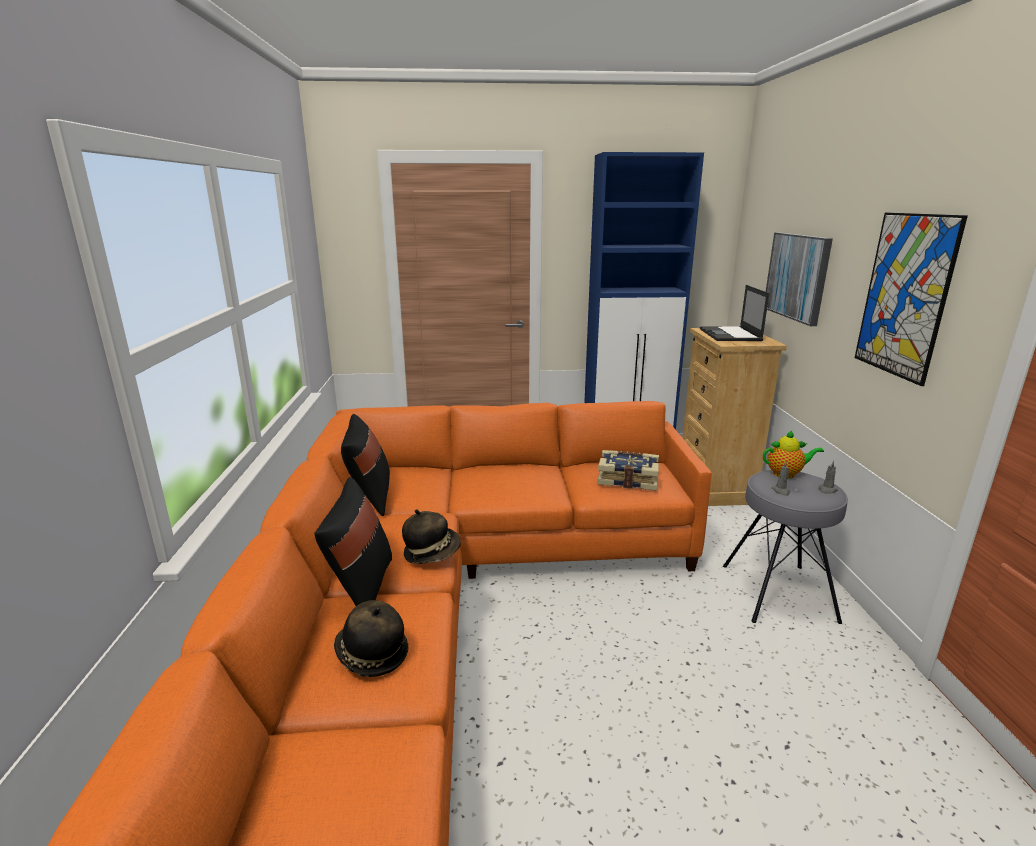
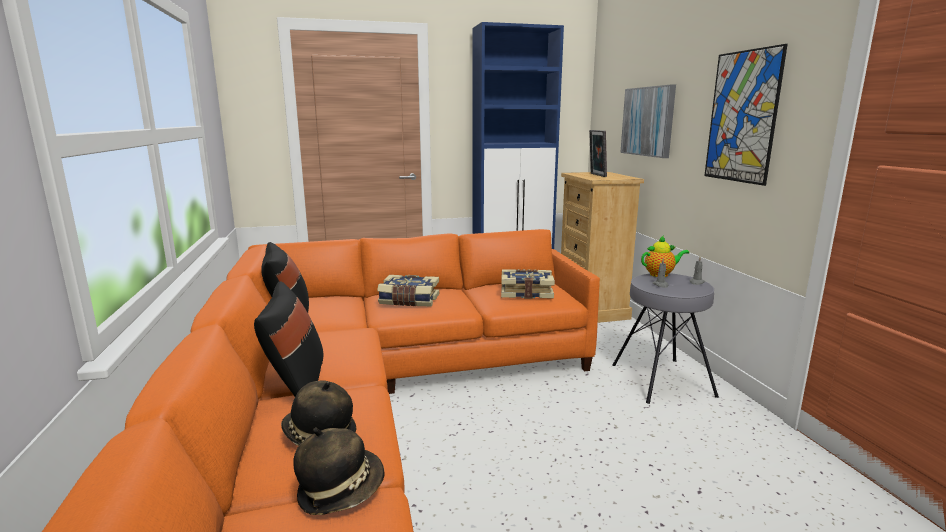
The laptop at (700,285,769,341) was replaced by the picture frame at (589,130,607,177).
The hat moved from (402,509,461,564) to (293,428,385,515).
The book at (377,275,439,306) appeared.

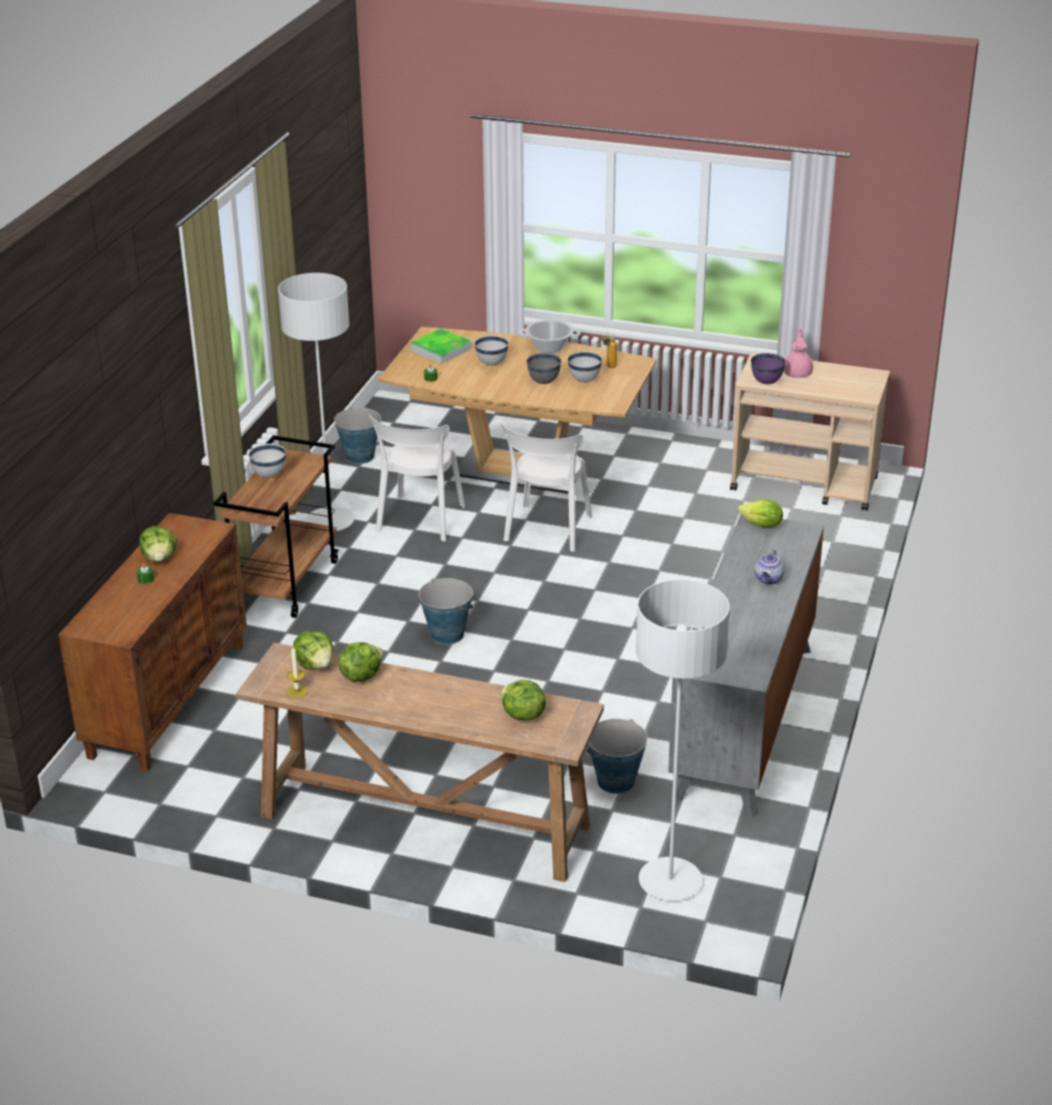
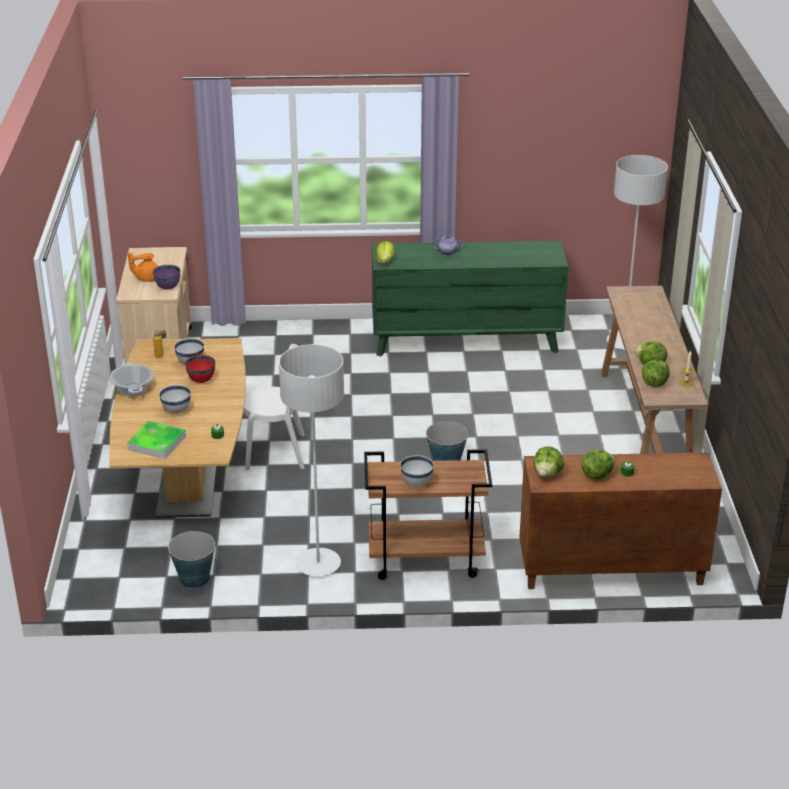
The pink teapot at (784,328,813,378) became the orange teapot at (128,252,158,282).
The grey bowl at (527,353,561,384) became the red bowl at (185,355,215,383).
The white chair at (369,415,465,541) disappeared.
The grey dresser at (668,514,824,817) became the green dresser at (372,241,568,357).
The lettuce moved from (501,680,546,720) to (534,447,564,477).
The bucket at (587,719,648,794) disappeared.

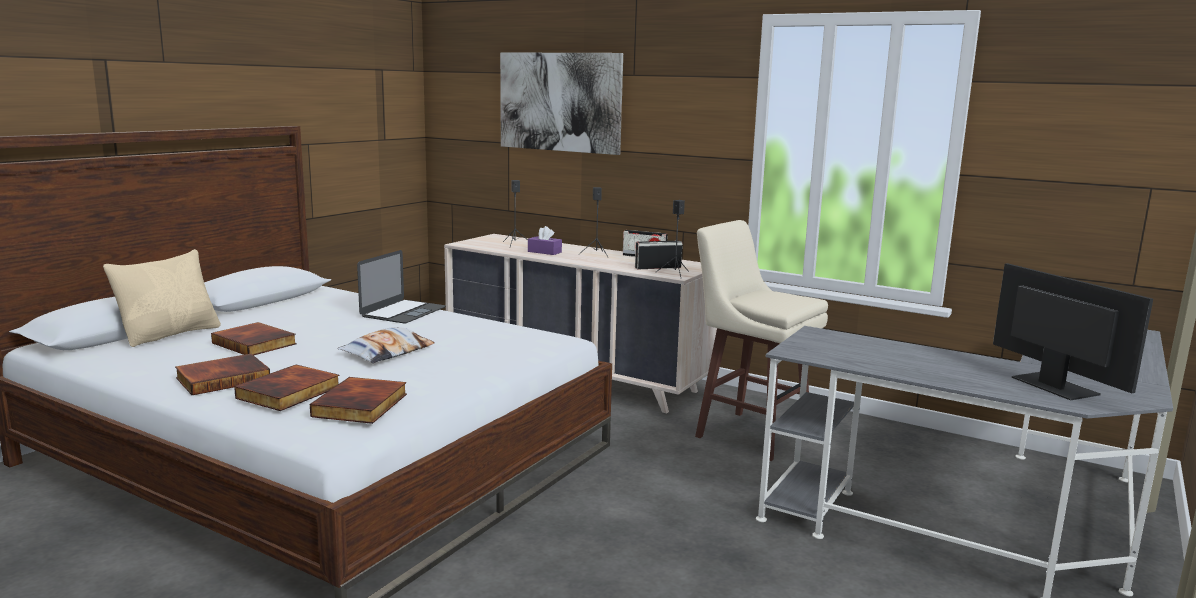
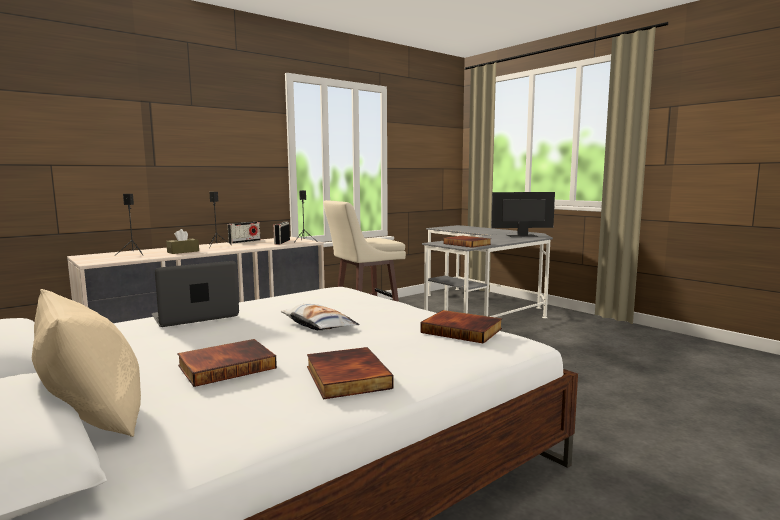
The picture at (500,52,623,155) disappeared.
The purple tissue box at (528,226,562,255) became the brown tissue box at (166,229,199,254).
The laptop at (357,250,446,323) turned 75 degrees counterclockwise.
The book moved from (234,365,340,411) to (443,236,491,248).

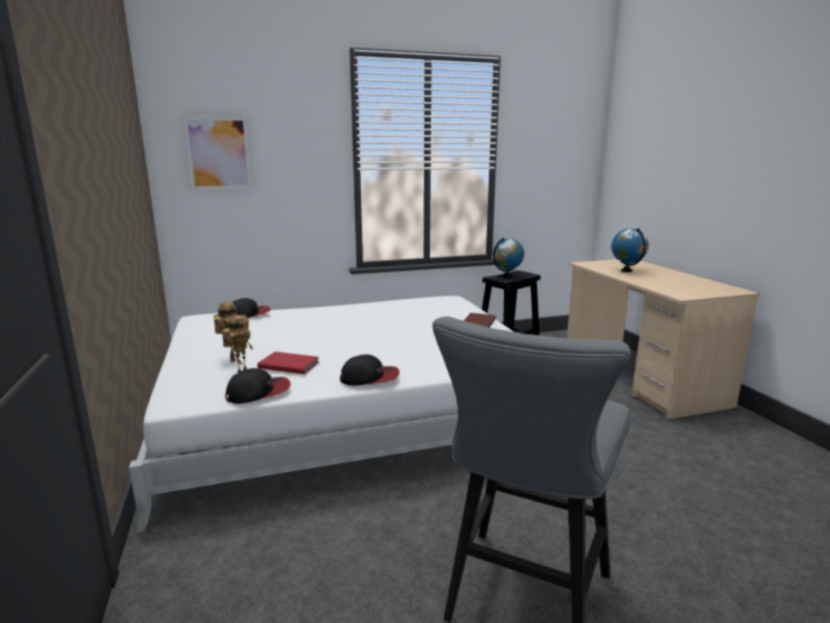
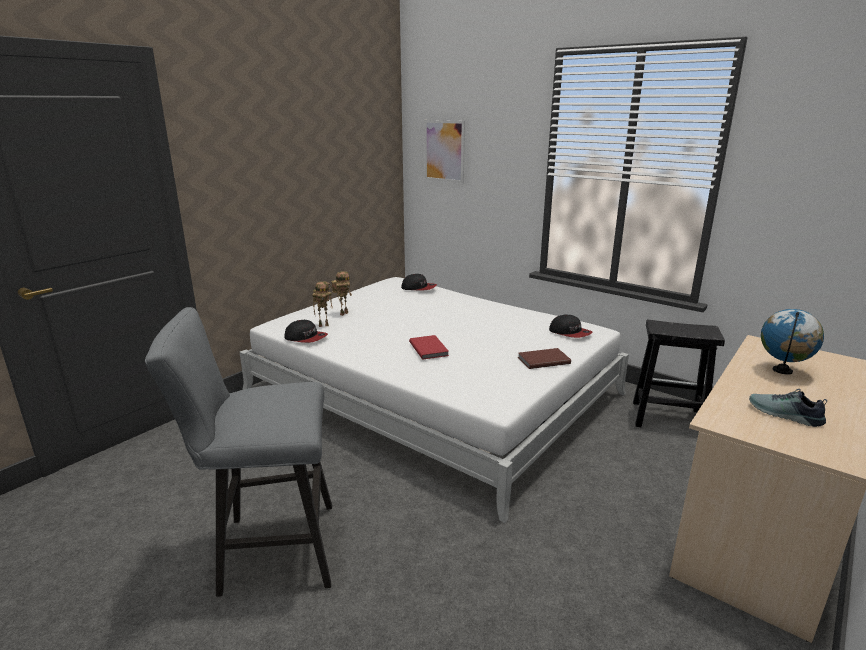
The globe at (493,238,524,278) disappeared.
The red book moved from (257,352,319,374) to (409,335,449,360).
The cap moved from (340,355,399,386) to (549,315,593,338).
The shoe at (749,389,827,427) appeared.

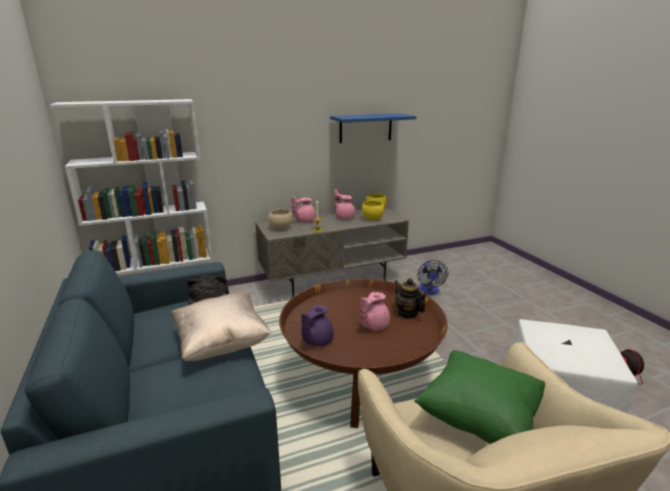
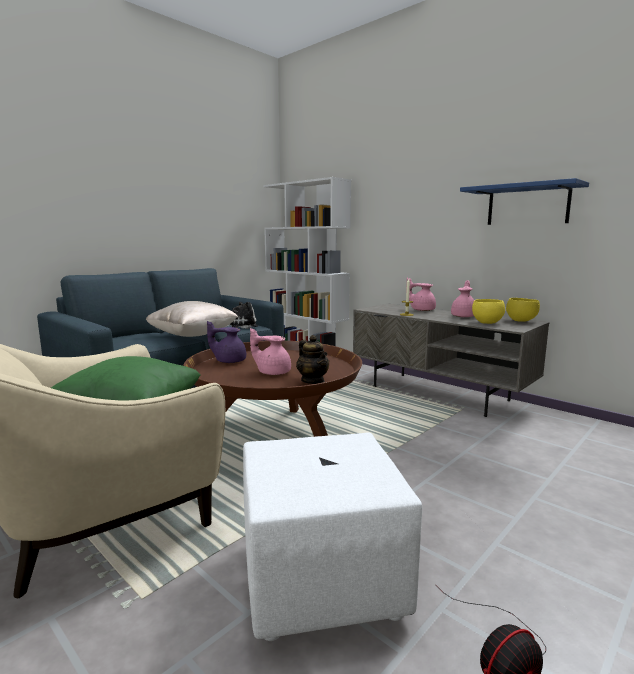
The beige bowl at (268,209,292,230) disappeared.
The fan at (417,260,448,295) disappeared.
The teapot at (395,278,426,318) turned 120 degrees clockwise.

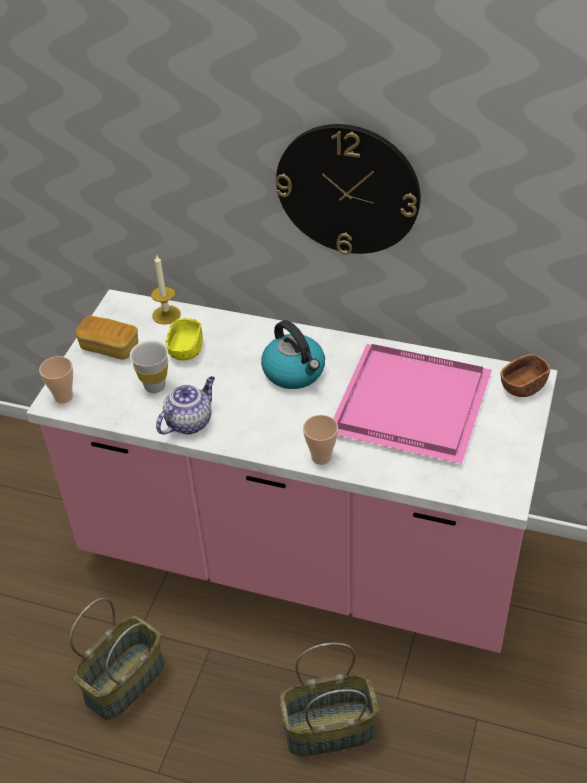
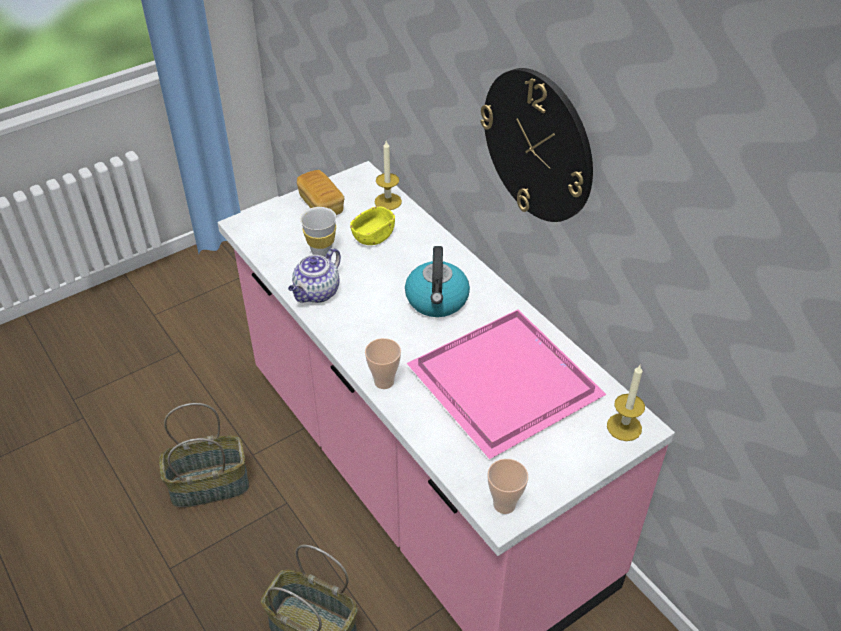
The brown bowl at (500,354,550,397) was replaced by the candle at (607,365,645,441).
The cup moved from (39,356,73,404) to (488,459,528,514).
The teapot at (156,376,215,435) turned 135 degrees clockwise.

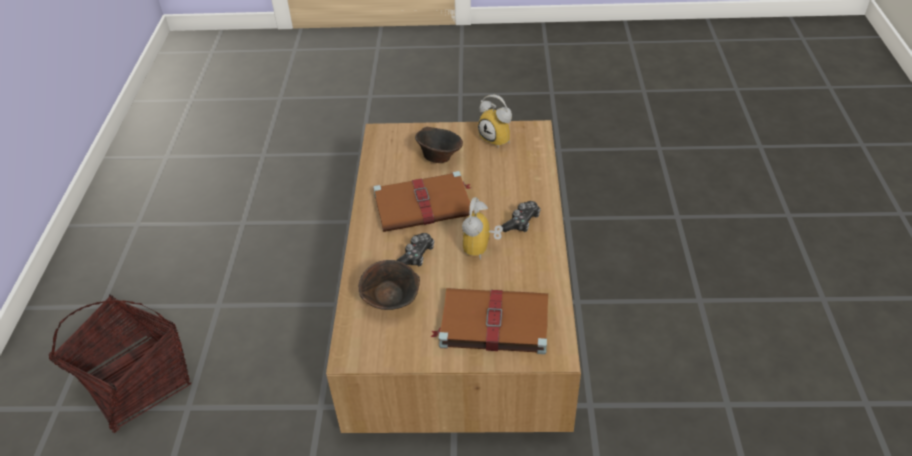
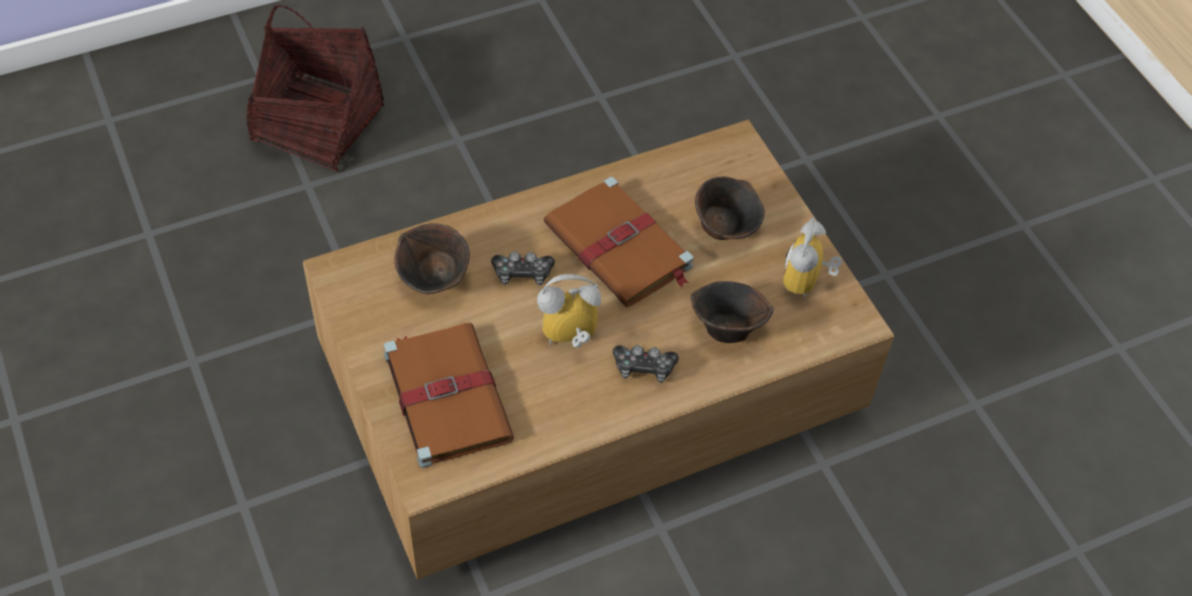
The brown bowl at (690,281,774,343) appeared.

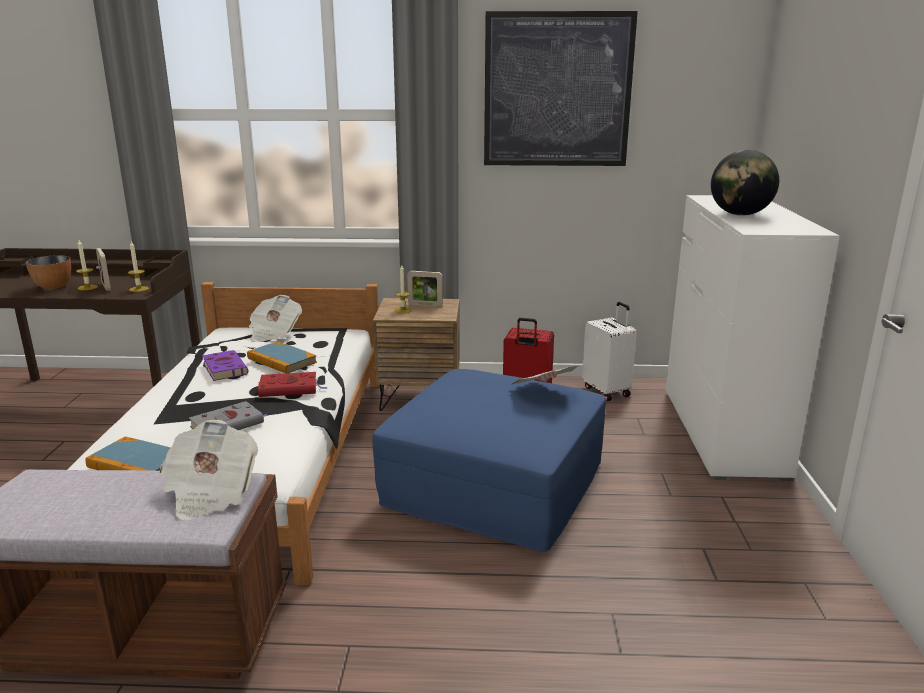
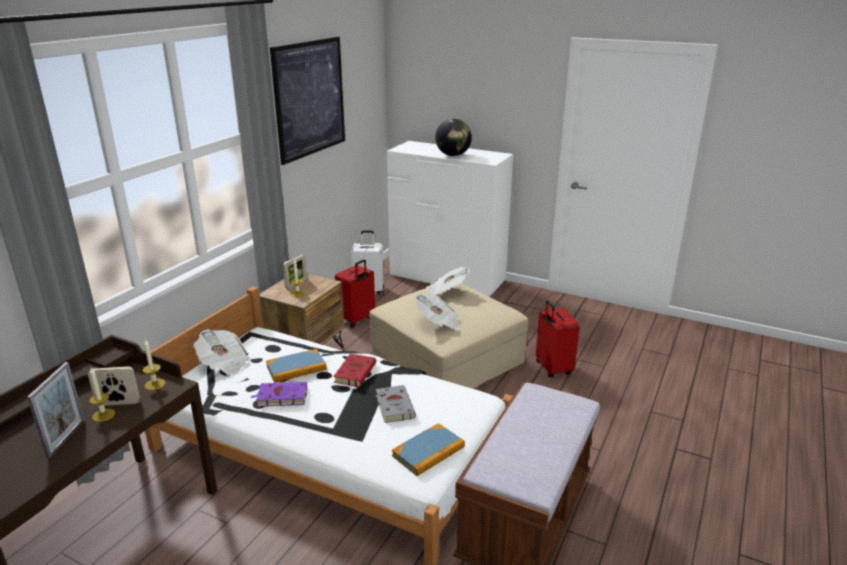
The bowl at (26,255,71,289) was replaced by the picture frame at (27,362,84,458).
The blue ottoman at (372,369,606,552) became the beige ottoman at (369,283,528,389).
The newspaper moved from (160,420,258,520) to (416,294,459,330).
The red suitcase at (536,300,580,377) appeared.

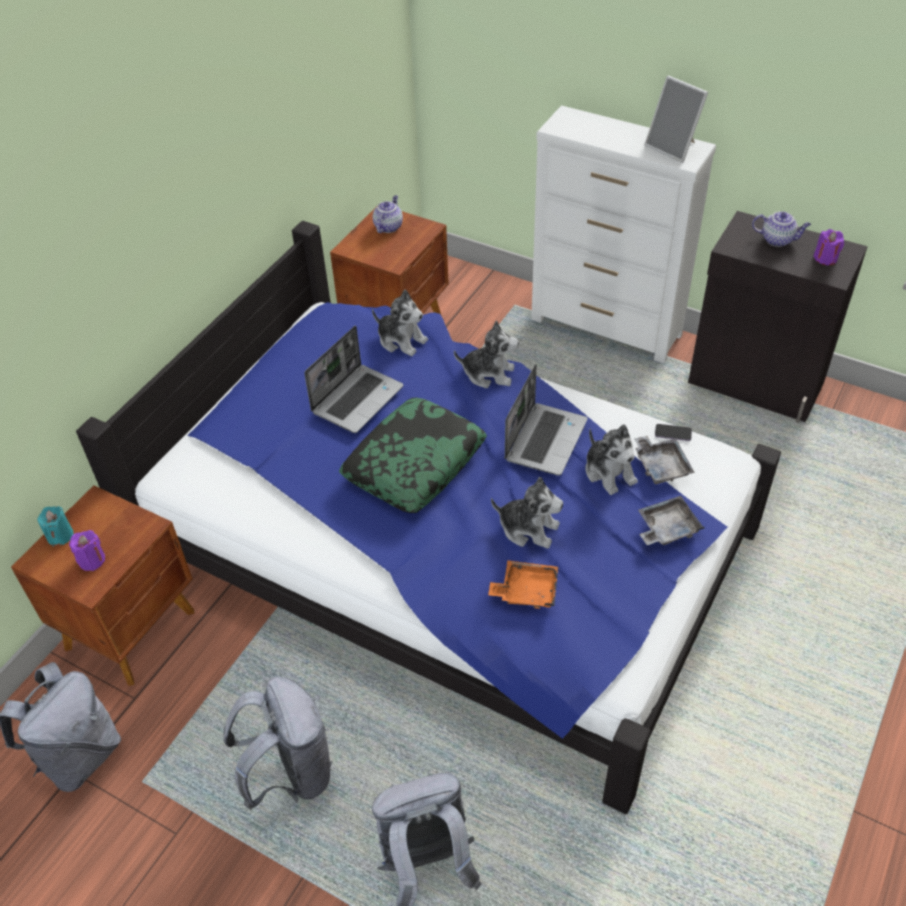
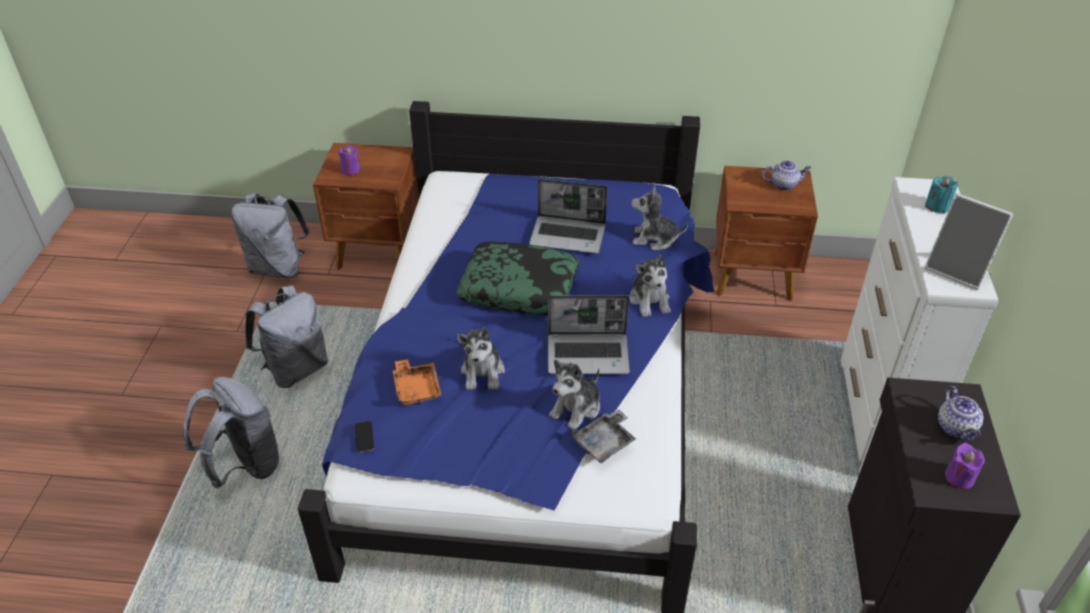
The picture frame at (644,76,708,163) turned 75 degrees counterclockwise.
The plush toy at (372,290,428,356) turned 90 degrees clockwise.
The phone moved from (655,424,692,441) to (354,421,375,453).
The grey tray at (638,496,705,545) disappeared.
The turquoise candle moved from (37,506,74,547) to (925,176,958,214).

